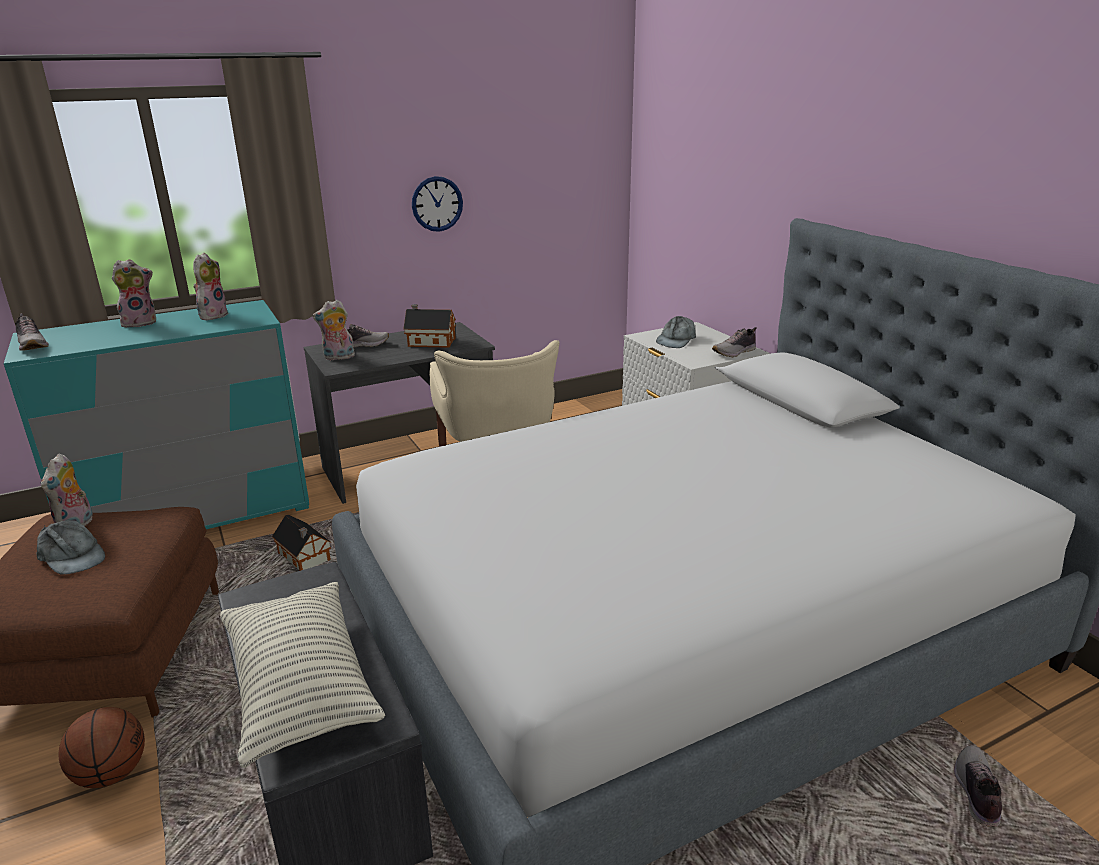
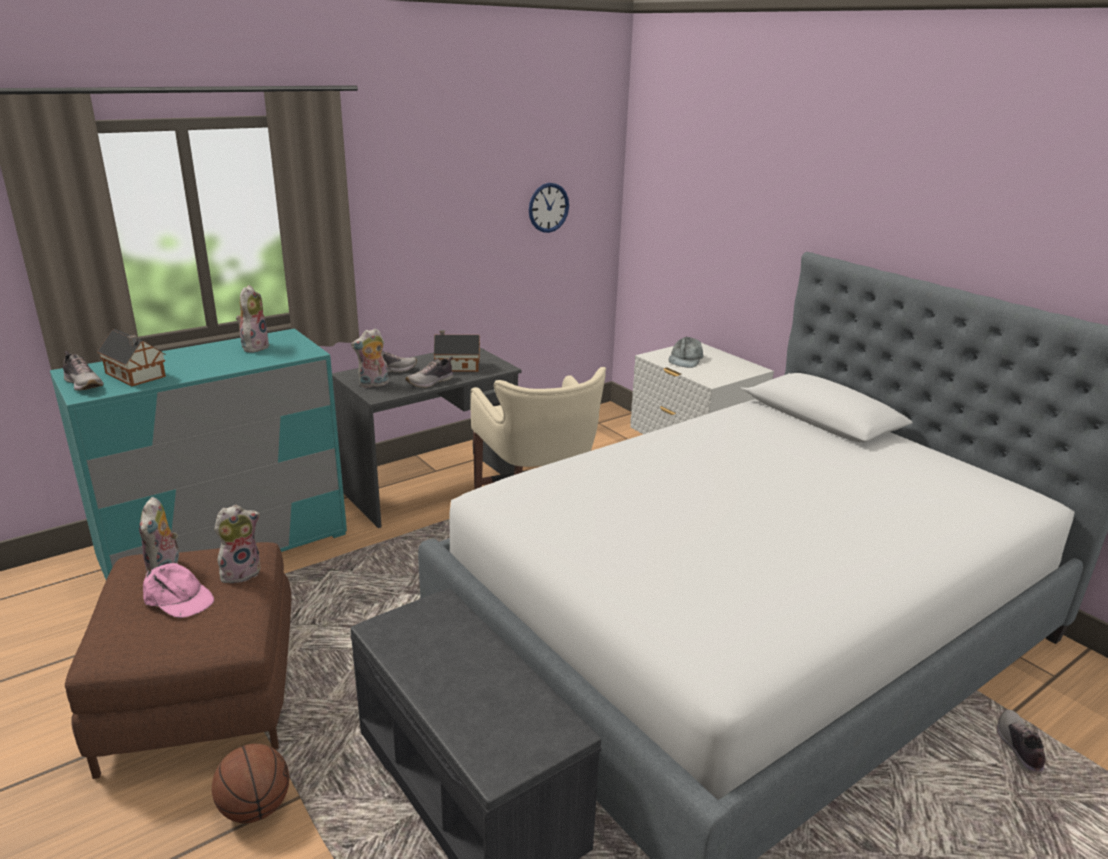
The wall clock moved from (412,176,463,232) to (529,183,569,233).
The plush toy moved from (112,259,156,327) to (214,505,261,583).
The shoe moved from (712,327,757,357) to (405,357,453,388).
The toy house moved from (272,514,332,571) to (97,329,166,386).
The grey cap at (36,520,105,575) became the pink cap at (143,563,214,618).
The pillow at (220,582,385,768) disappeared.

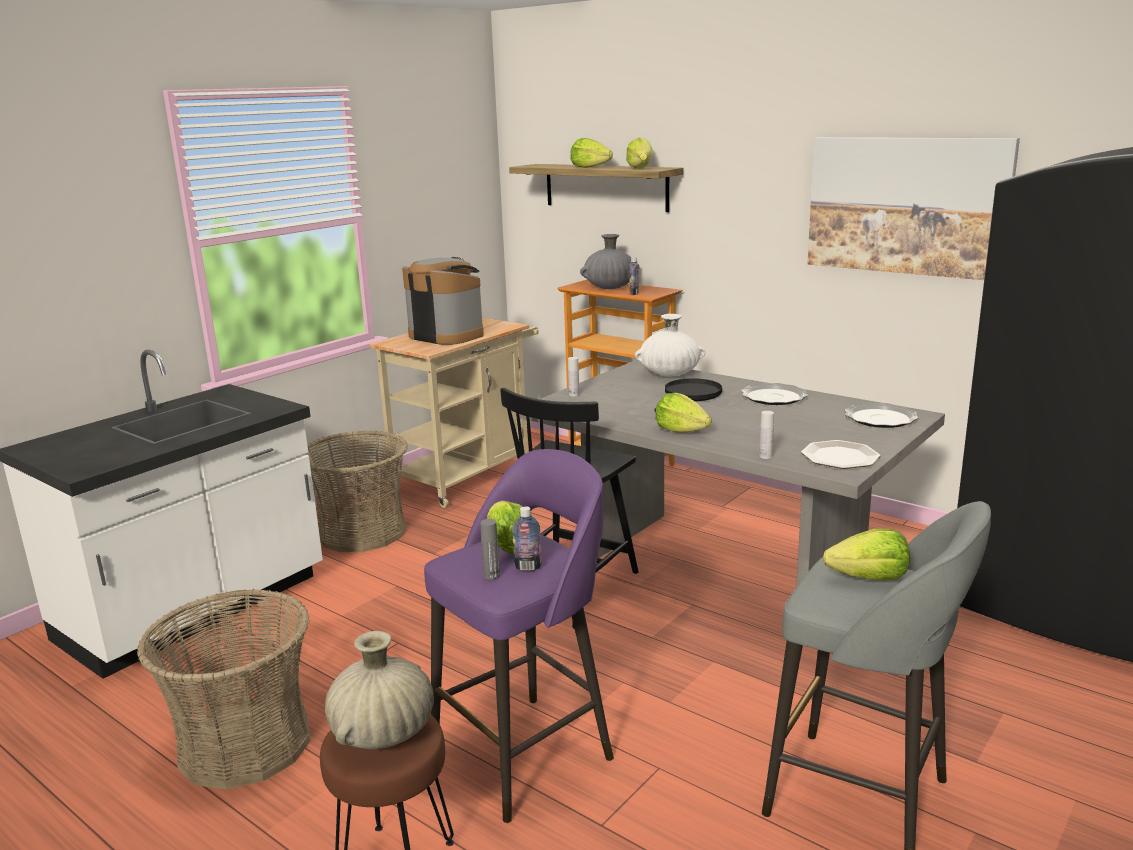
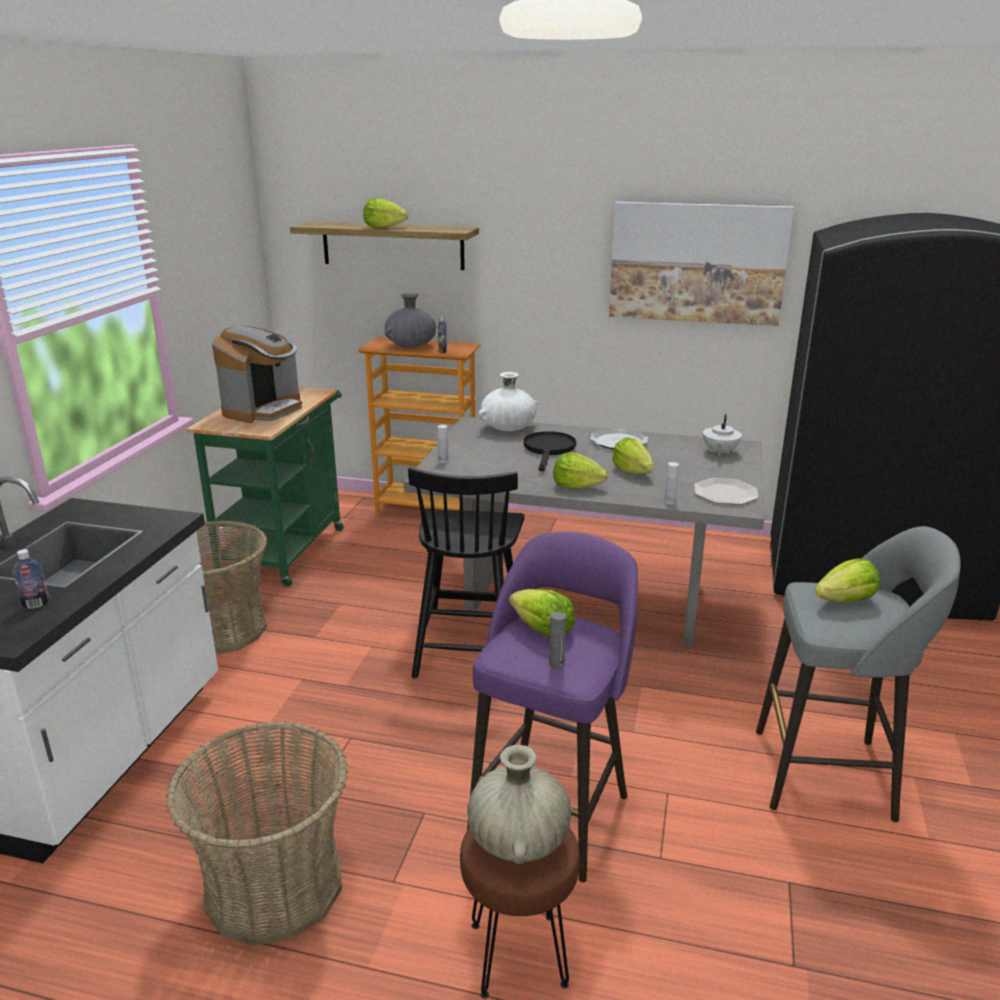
The lettuce moved from (626,138,653,168) to (612,437,654,474).
The coffee machine at (402,257,484,345) turned 105 degrees clockwise.
The beige cart at (369,318,539,508) became the green cart at (187,387,344,587).
The plate at (845,403,918,428) was replaced by the white teapot at (703,414,742,456).
The bottle moved from (512,506,542,571) to (13,549,49,609).

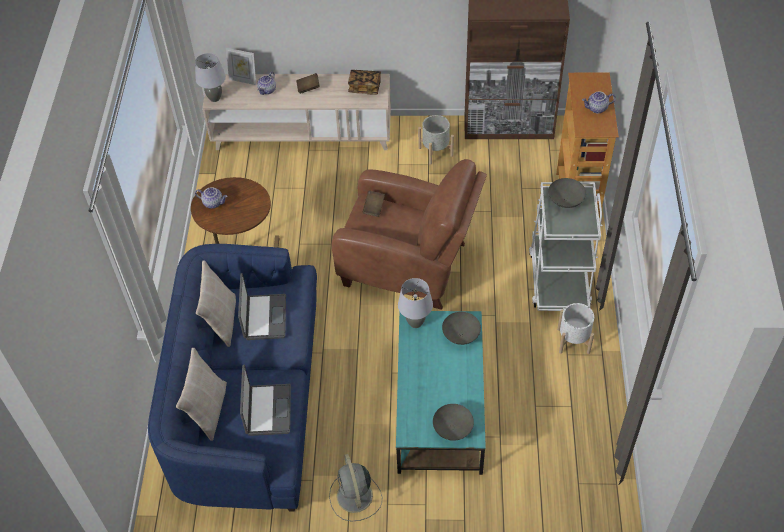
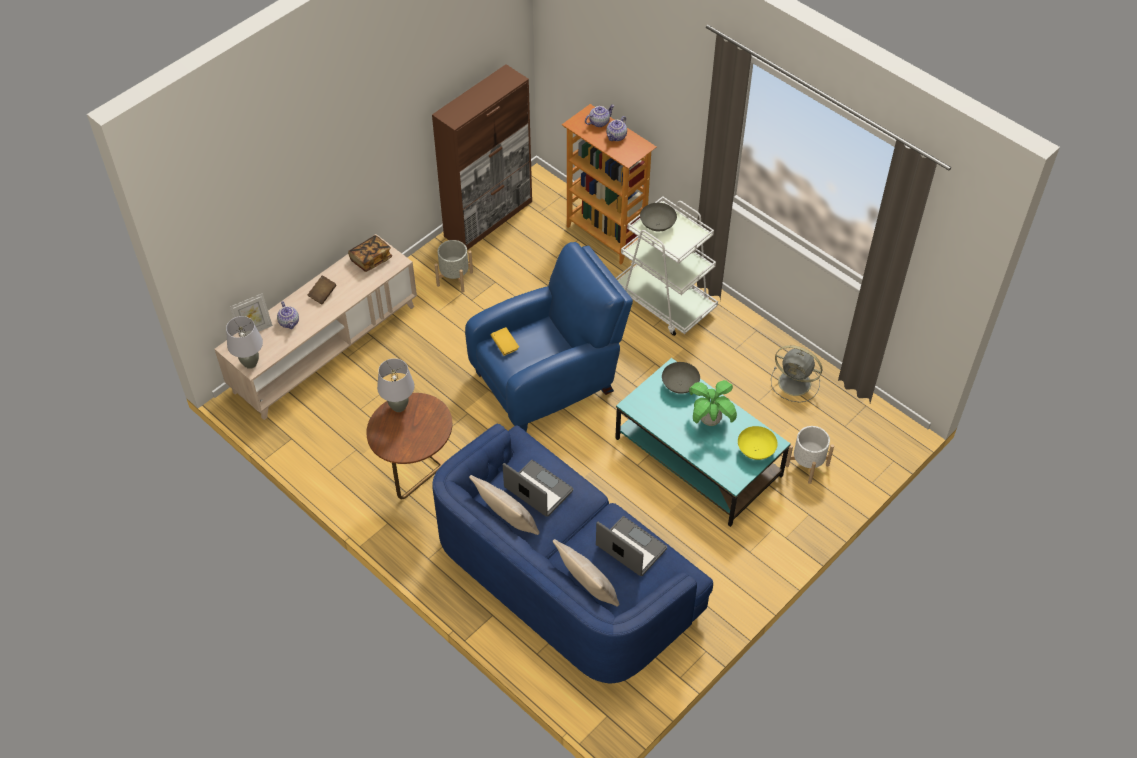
The brown armchair at (332,159,487,310) became the blue armchair at (465,242,633,432).
The teapot moved from (195,187,227,209) to (585,105,615,127).
The brown book at (363,191,385,217) became the yellow book at (490,327,519,356).
The grey table lamp moved from (398,278,433,328) to (377,358,415,412).
The white planter moved from (557,303,594,354) to (785,426,834,484).
The grey bowl at (433,404,474,441) became the yellow bowl at (738,426,777,460).
The grey fan moved from (329,454,382,522) to (771,345,822,403).
The potted plant at (689,380,737,426) appeared.

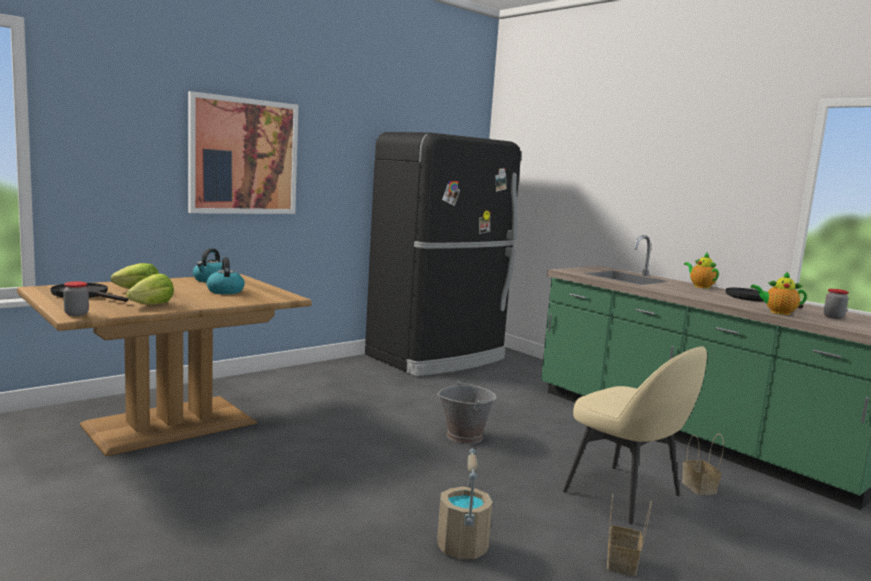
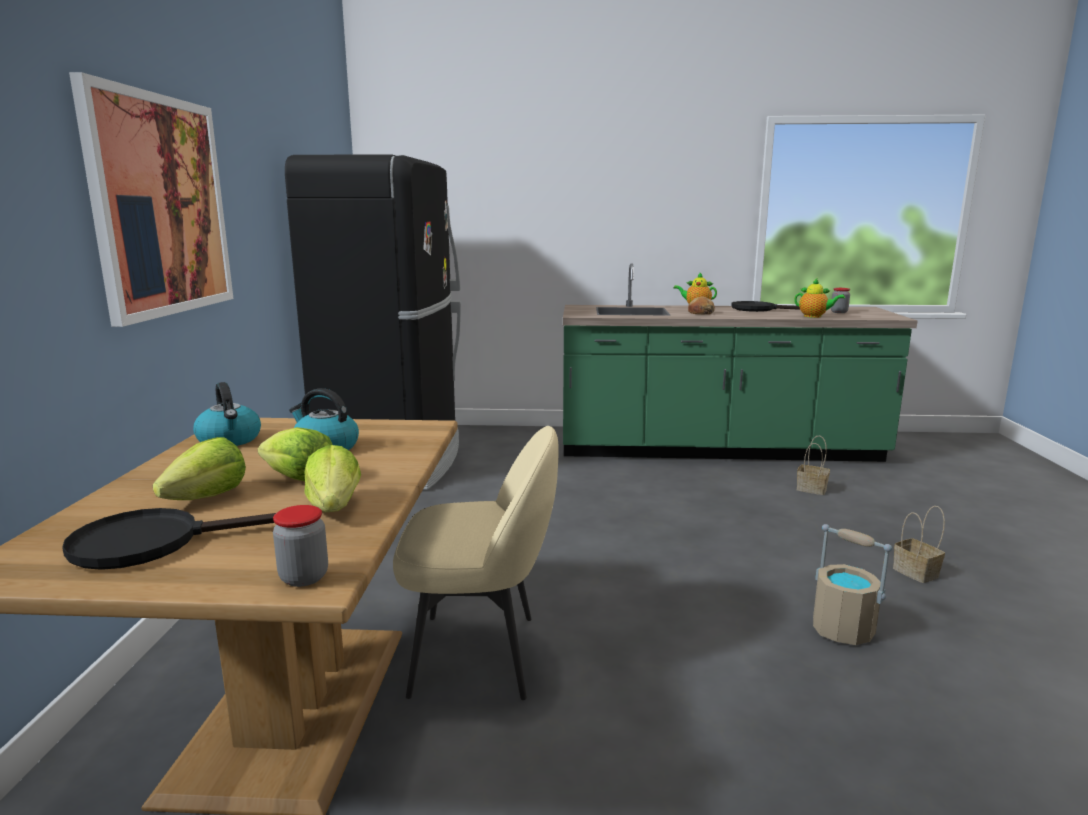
The teapot at (750,271,807,315) turned 120 degrees counterclockwise.
The beige chair moved from (563,346,707,524) to (393,426,559,700).
The grey bucket at (438,380,497,444) disappeared.
The bread at (688,297,715,314) appeared.
The lettuce at (258,427,333,481) appeared.

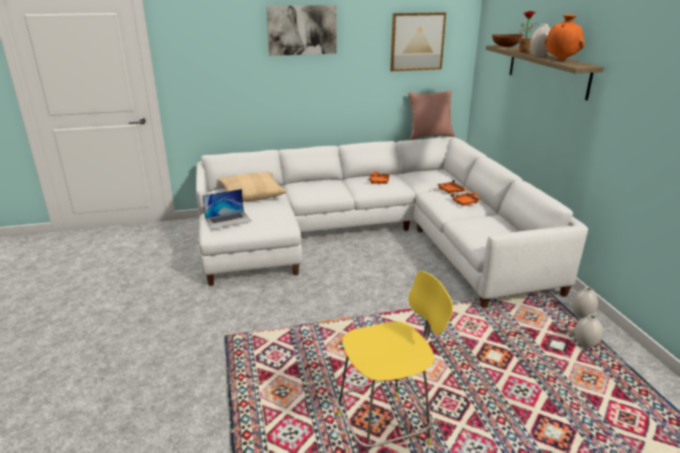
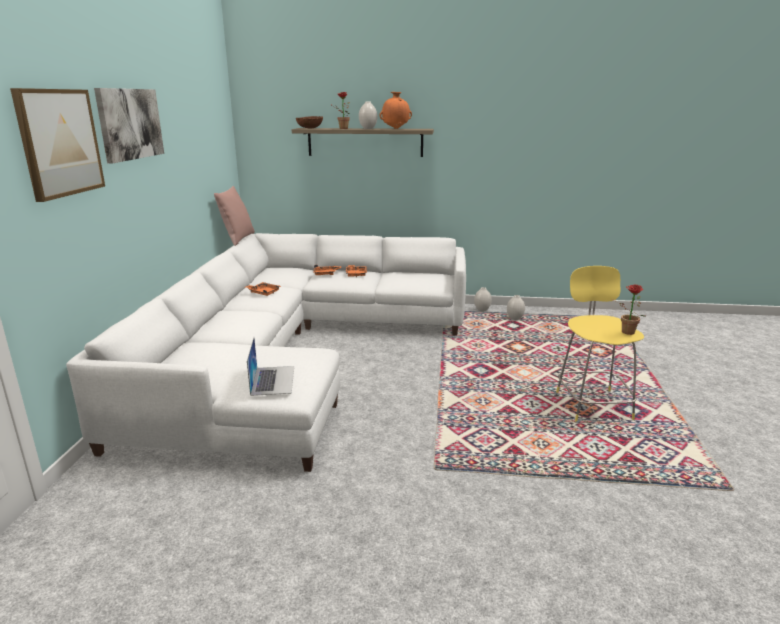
The picture moved from (390,12,446,71) to (10,88,105,202).
The beige pillow at (217,172,287,201) disappeared.
The potted plant at (612,285,646,335) appeared.

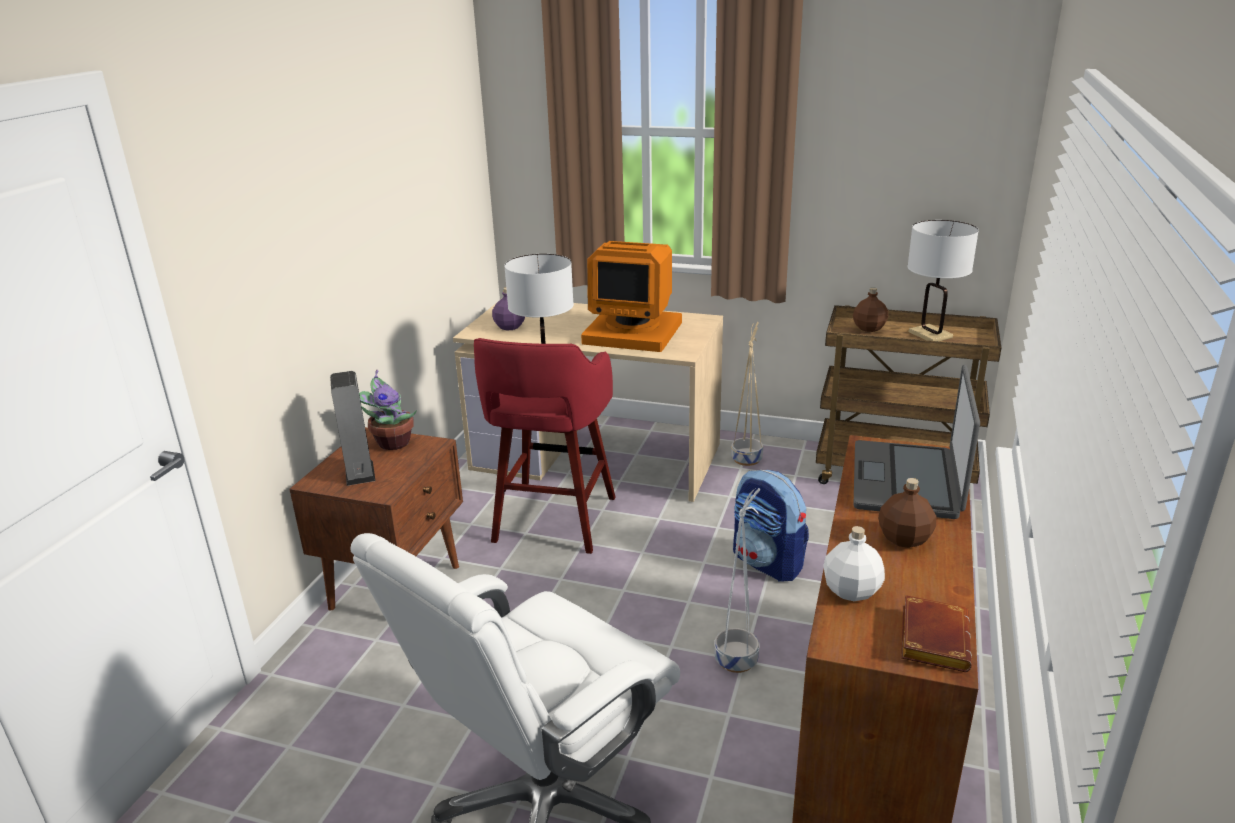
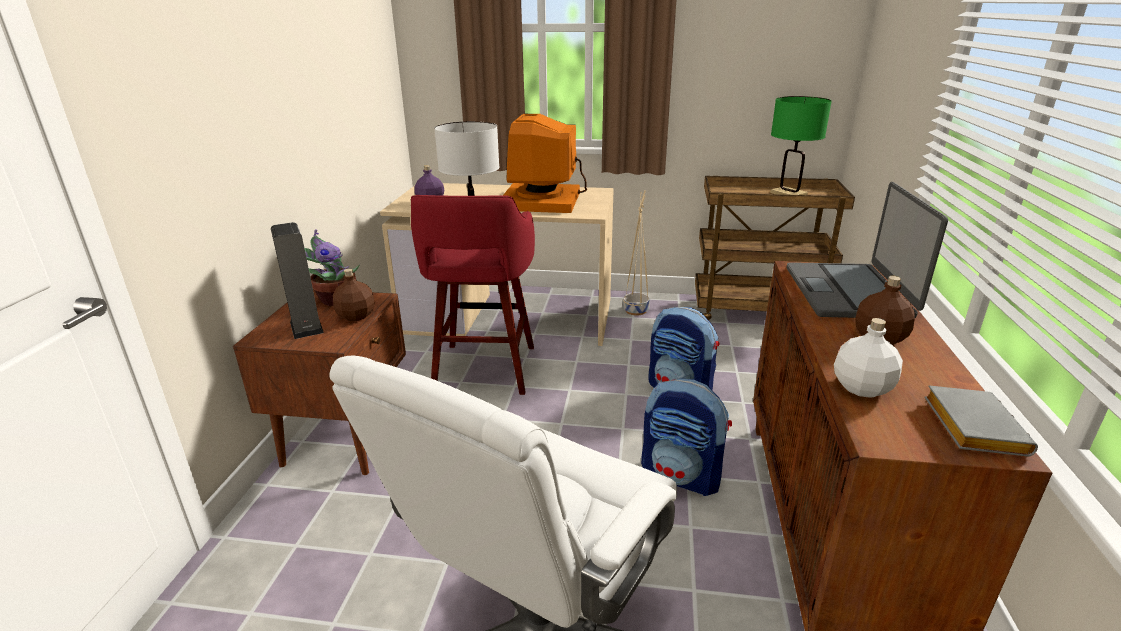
The white table lamp at (907,220,979,341) became the green table lamp at (770,96,832,195).
The monitor at (581,241,682,352) turned 90 degrees clockwise.
The brown bottle moved from (853,287,888,332) to (333,268,374,321).
The white planter at (714,488,760,673) was replaced by the backpack at (641,378,732,496).
The brown book at (901,595,972,672) became the grey book at (924,385,1038,457).

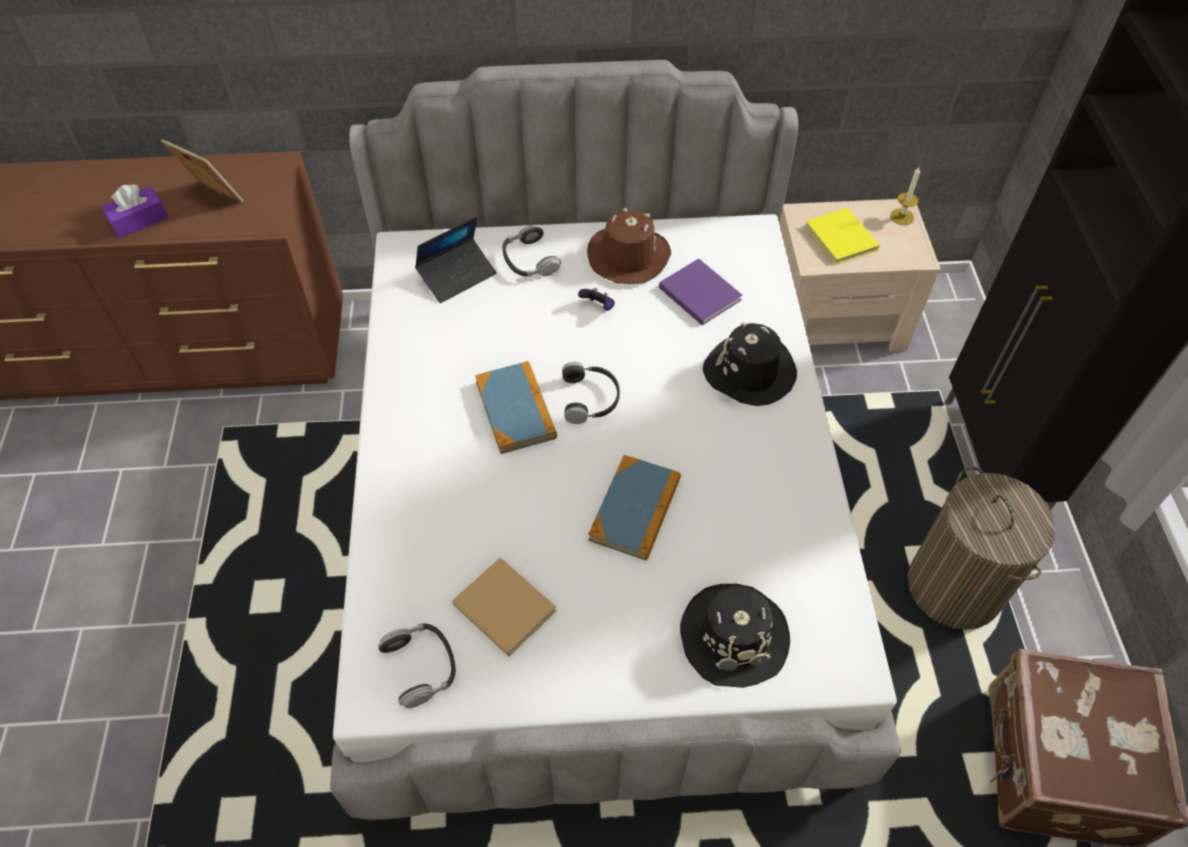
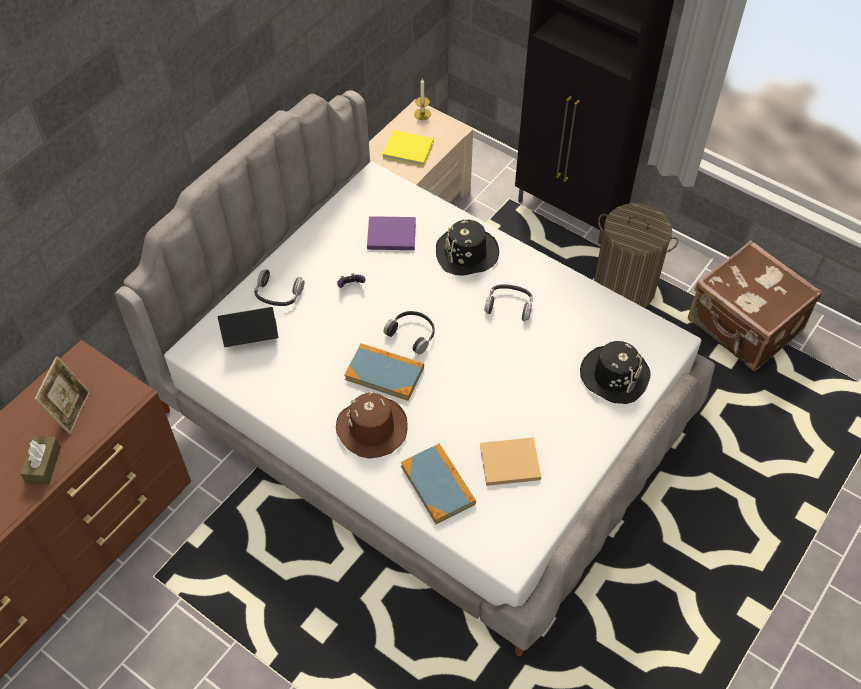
The picture frame at (161,139,244,202) turned 120 degrees clockwise.
The purple tissue box at (102,185,168,238) became the brown tissue box at (20,436,61,485).
The brown hat moved from (587,207,671,284) to (336,391,408,459).
The laptop at (415,217,496,303) turned 105 degrees counterclockwise.
The book moved from (588,455,681,561) to (401,444,476,524).
The headphones moved from (378,623,456,708) to (484,284,533,321).

